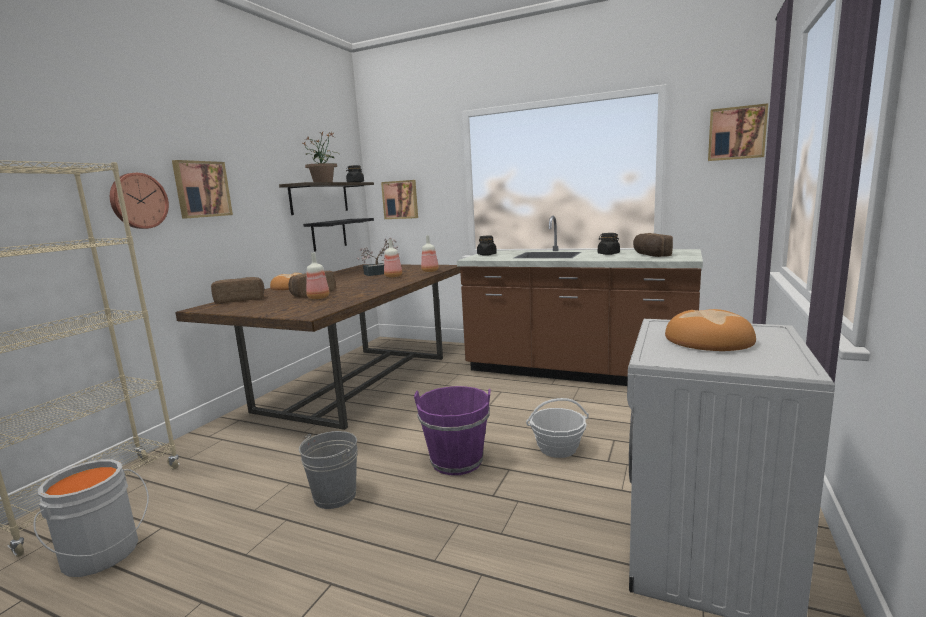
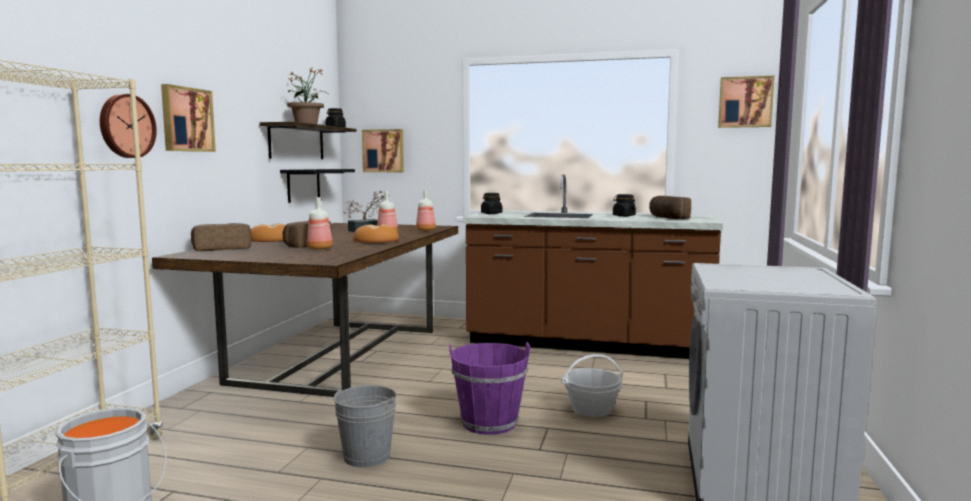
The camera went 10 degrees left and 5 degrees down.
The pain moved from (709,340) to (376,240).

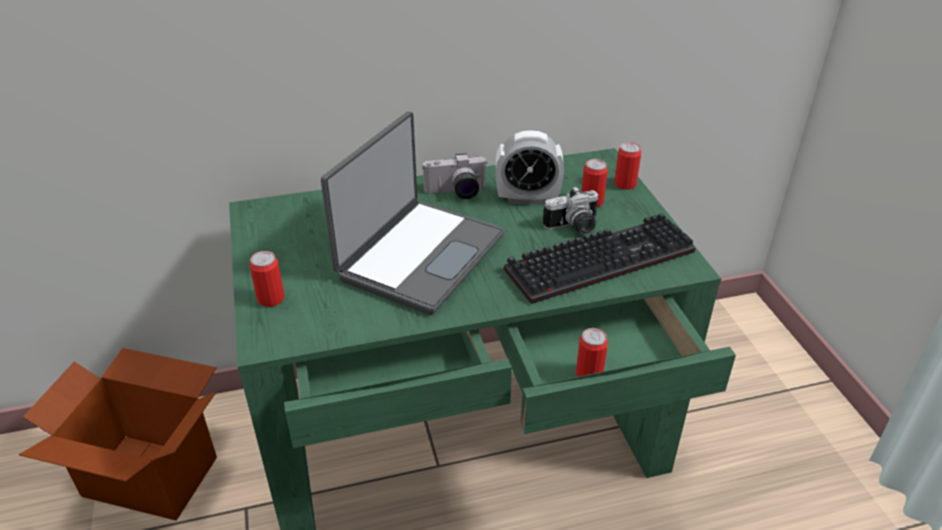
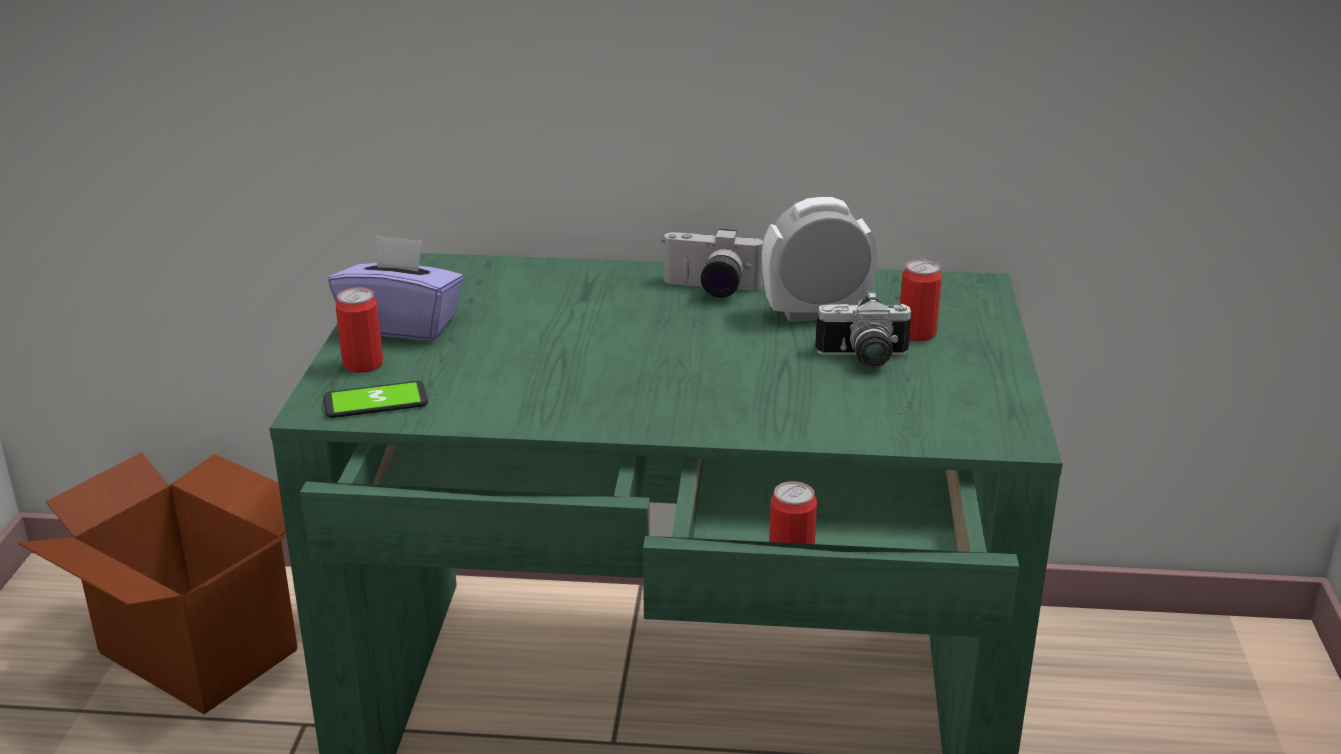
The camera went 20 degrees right and 10 degrees down.
The ordinateur portable at (419,255) disappeared.
The clavier at (601,258) disappeared.
The boîte métallique at (625,184) disappeared.
The téléphone at (376,402) appeared.
The boîte à mouchoirs/violet at (402,325) appeared.
The réveil at (527,198) turned 150 degrees clockwise.

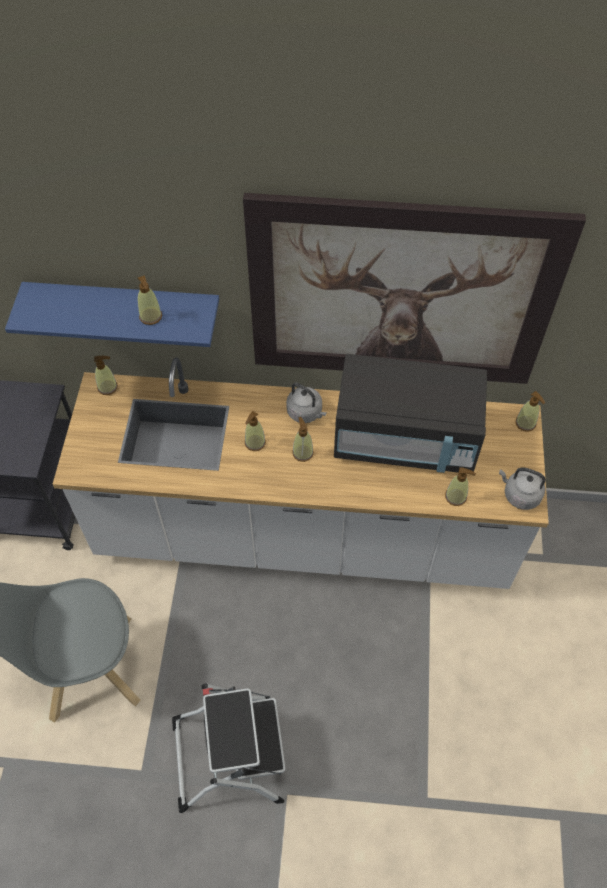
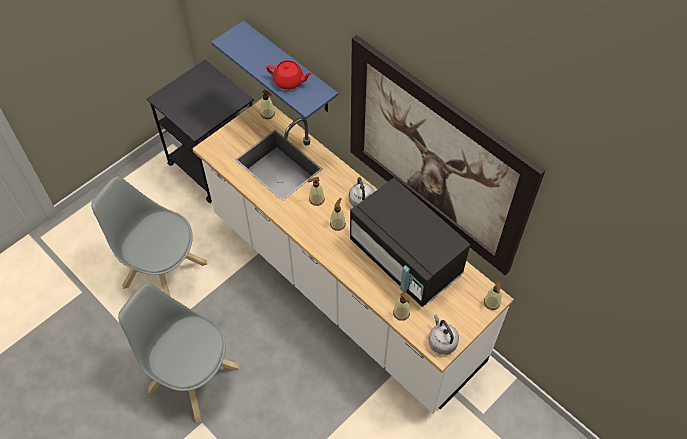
The camera went 40 degrees right and 0 degrees up.
The distributeur de savon at (150,316) was replaced by the théière/rouge at (289,81).
The escabeau at (229,755) was replaced by the chaise/gris at (191,377).

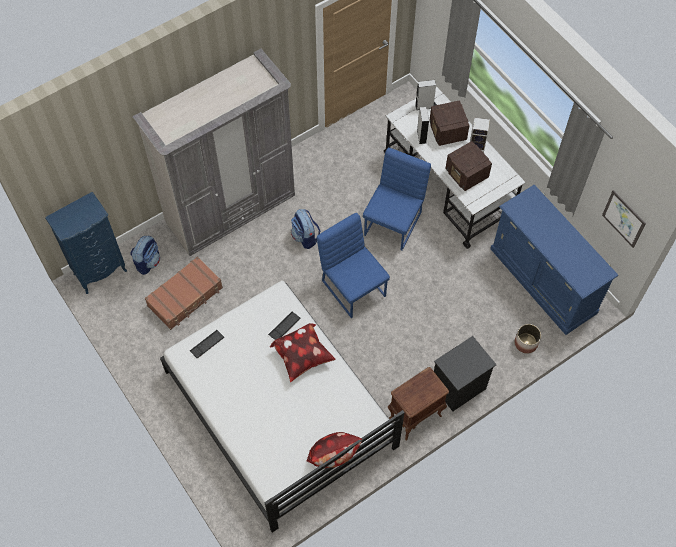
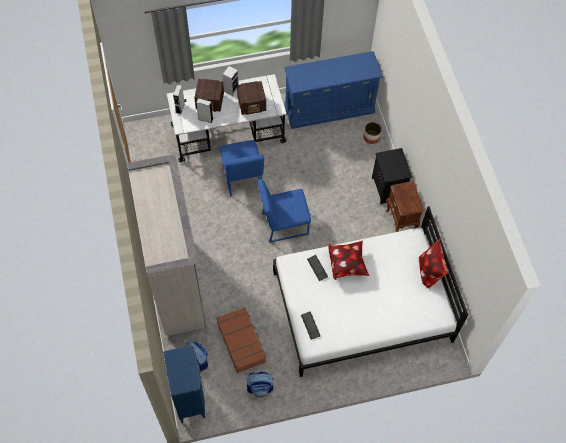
The camera went 70 degrees left and 0 degrees up.
The tableau at (623,218) disappeared.
The sac à dos moved from (305,237) to (260,387).
The chaise/bleu at (394,222) turned 150 degrees counterclockwise.

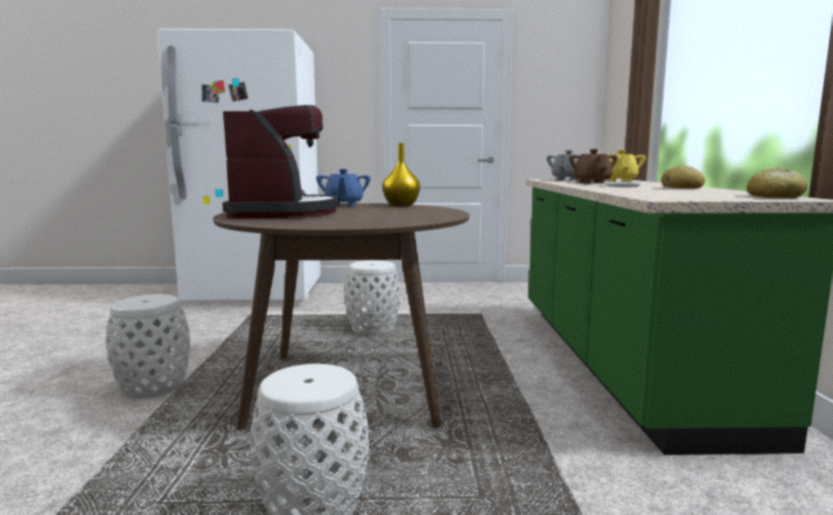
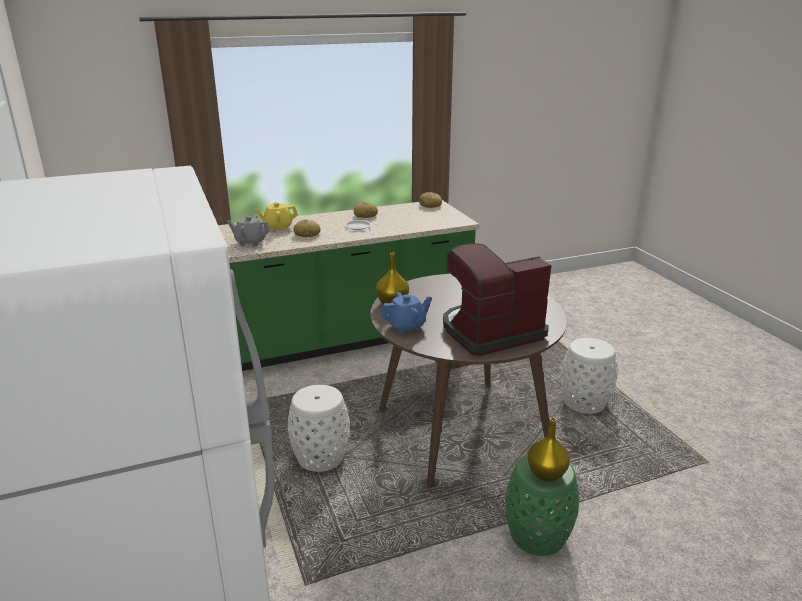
The camera went 110 degrees left and 15 degrees up.
The vase/jaune at (546,473) appeared.
The théière/marron at (592,183) was replaced by the pain at (307,234).
The tabouret/blanc at (153,386) became the tabouret/vert at (537,536).

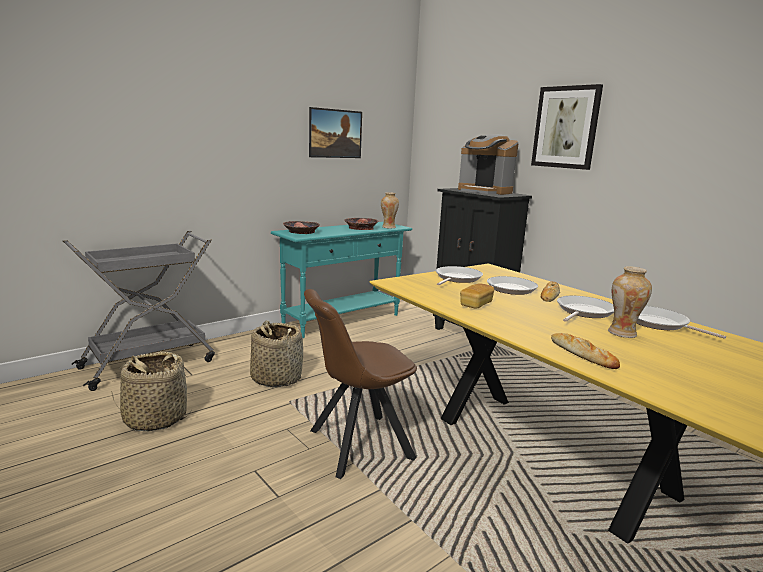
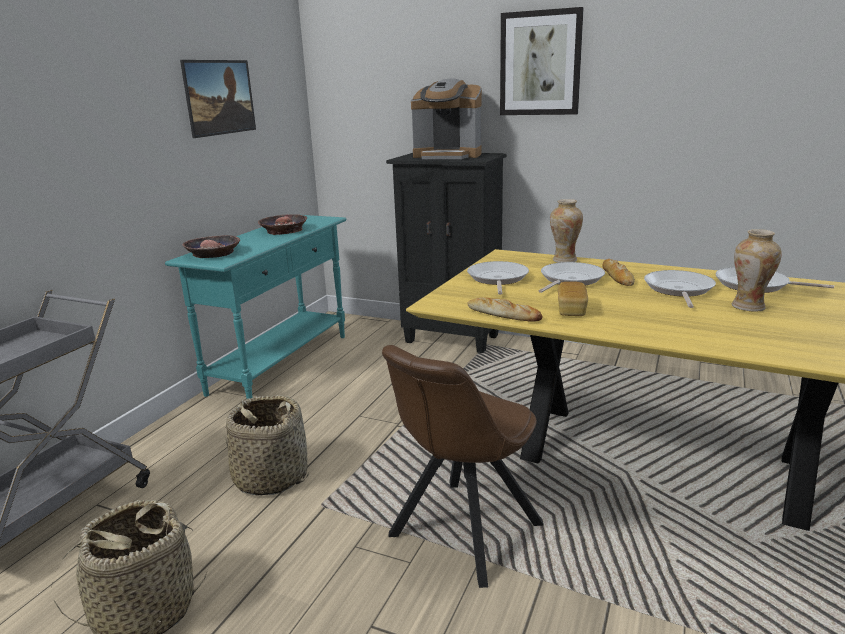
The camera went 25 degrees left and 5 degrees up.
The vase moved from (388,227) to (564,260).
The pain moved from (582,354) to (503,314).

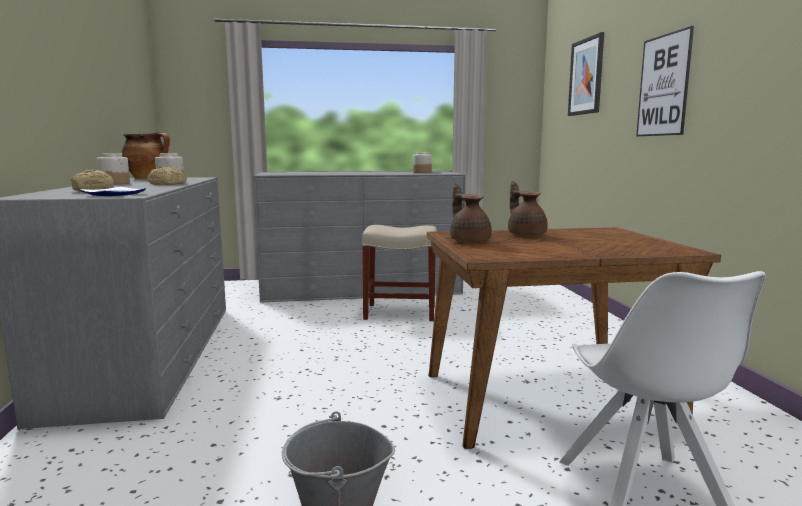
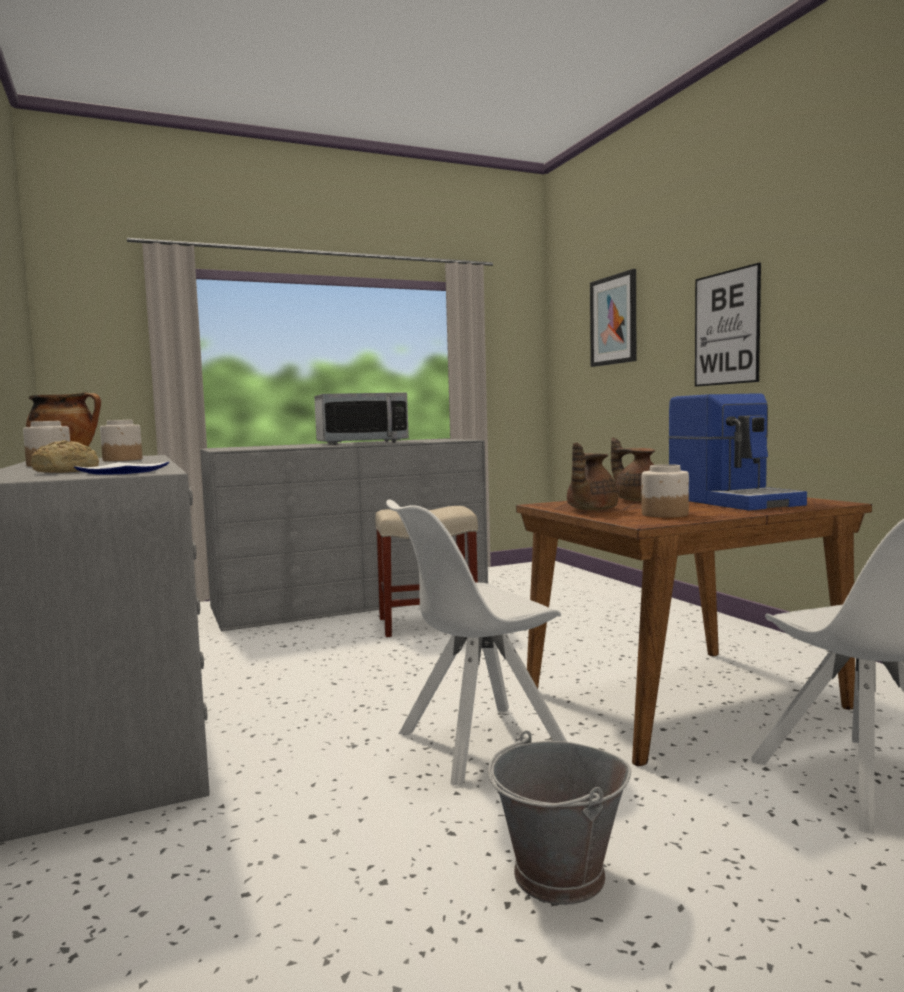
The camera went 15 degrees left and 5 degrees down.
The pain at (167,184) disappeared.
The micro-ondes at (362,443) appeared.
The chaise/blanc at (479,743) appeared.
The machine à café at (733,501) appeared.
The bocal moved from (422,172) to (664,514).
The théière/marron at (469,241) turned 105 degrees counterclockwise.

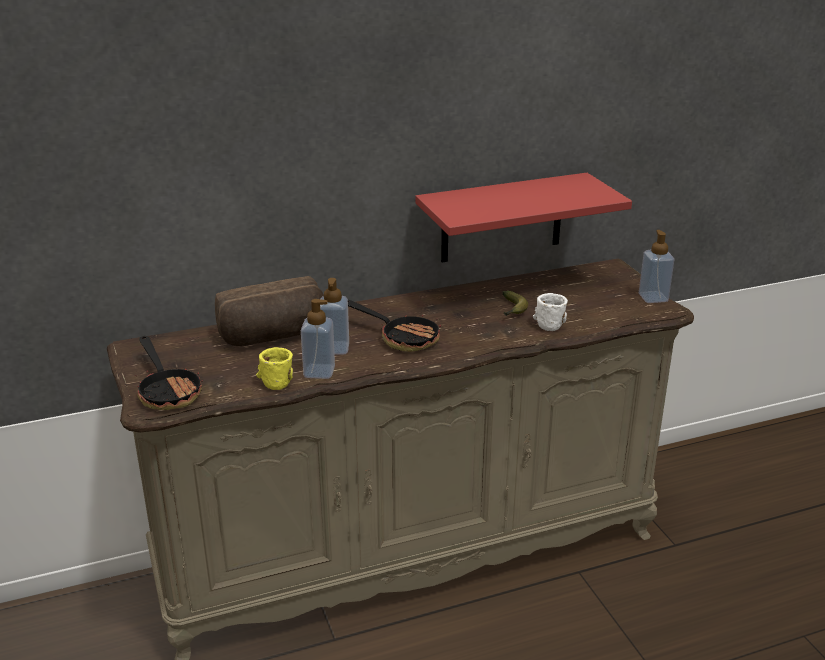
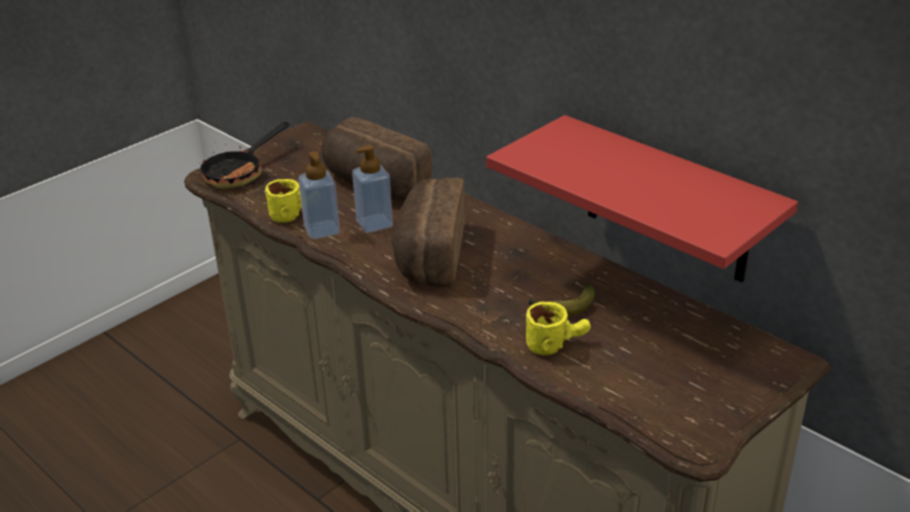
The camera went 65 degrees right and 5 degrees up.
The distributeur de savon at (653,298) disappeared.
The poêle at (402,338) was replaced by the pain at (428,254).
The mug/blanc at (549,322) became the mug/jaune at (556,343).

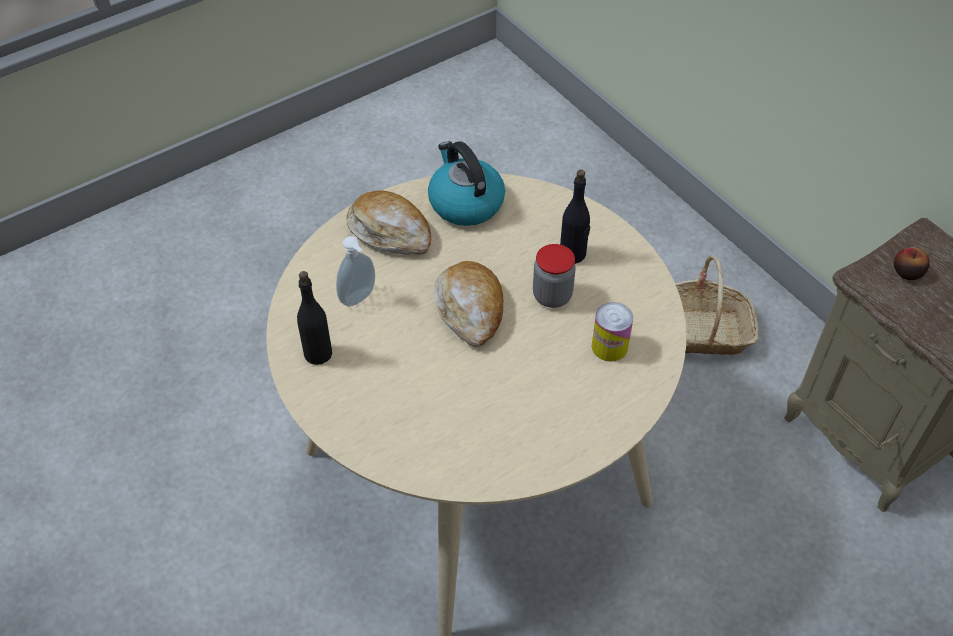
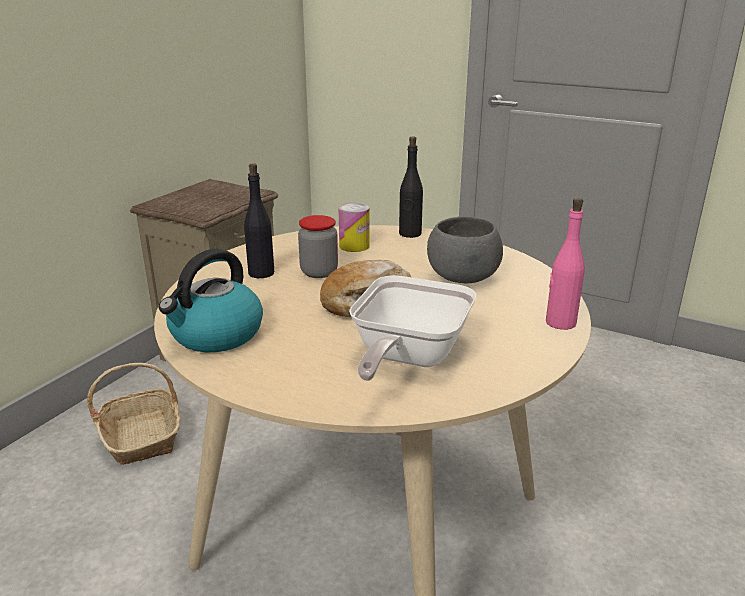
The camera went 115 degrees left and 25 degrees down.
The pain at (390,232) disappeared.
The pomme at (907,272) disappeared.
The bol/gris at (462,278) appeared.
The bouteille/rose at (560,323) appeared.
The bouteille/noir moved from (317,353) to (410,234).
The distributeur de savon at (359,299) was replaced by the poêle at (406,358).

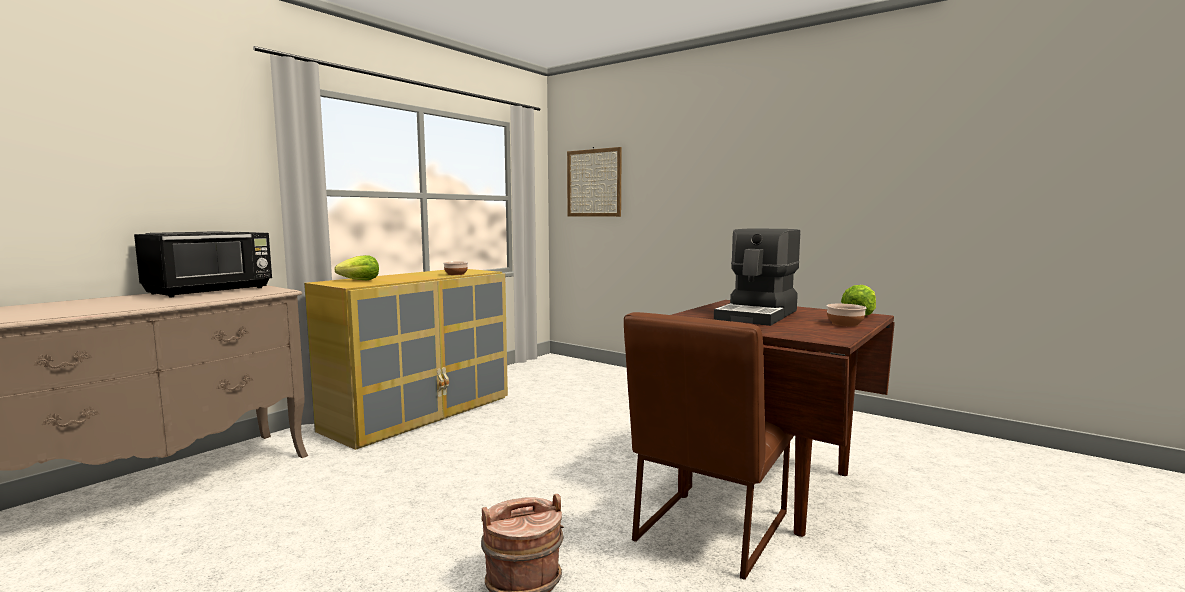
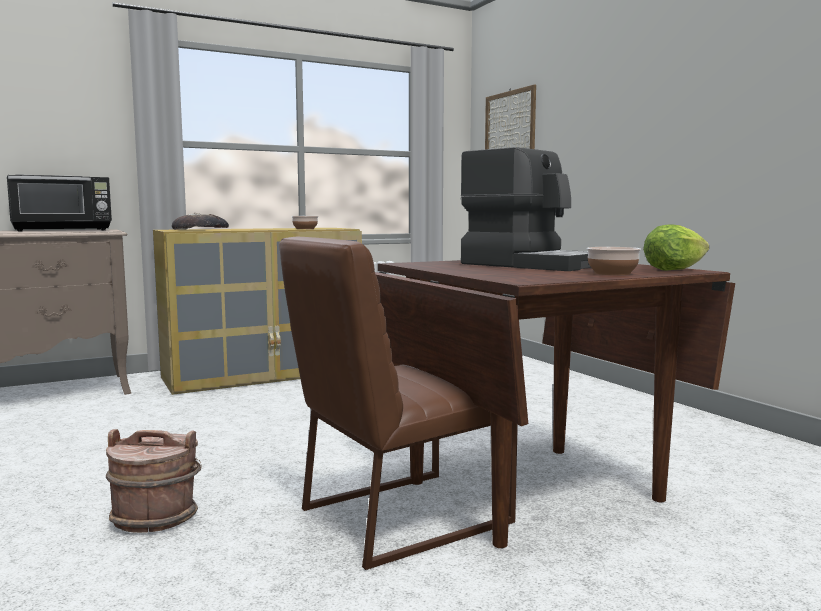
The camera went 25 degrees right and 0 degrees up.
The laitue at (360,280) was replaced by the pain at (201,229).
The machine à café at (758,315) turned 105 degrees counterclockwise.

